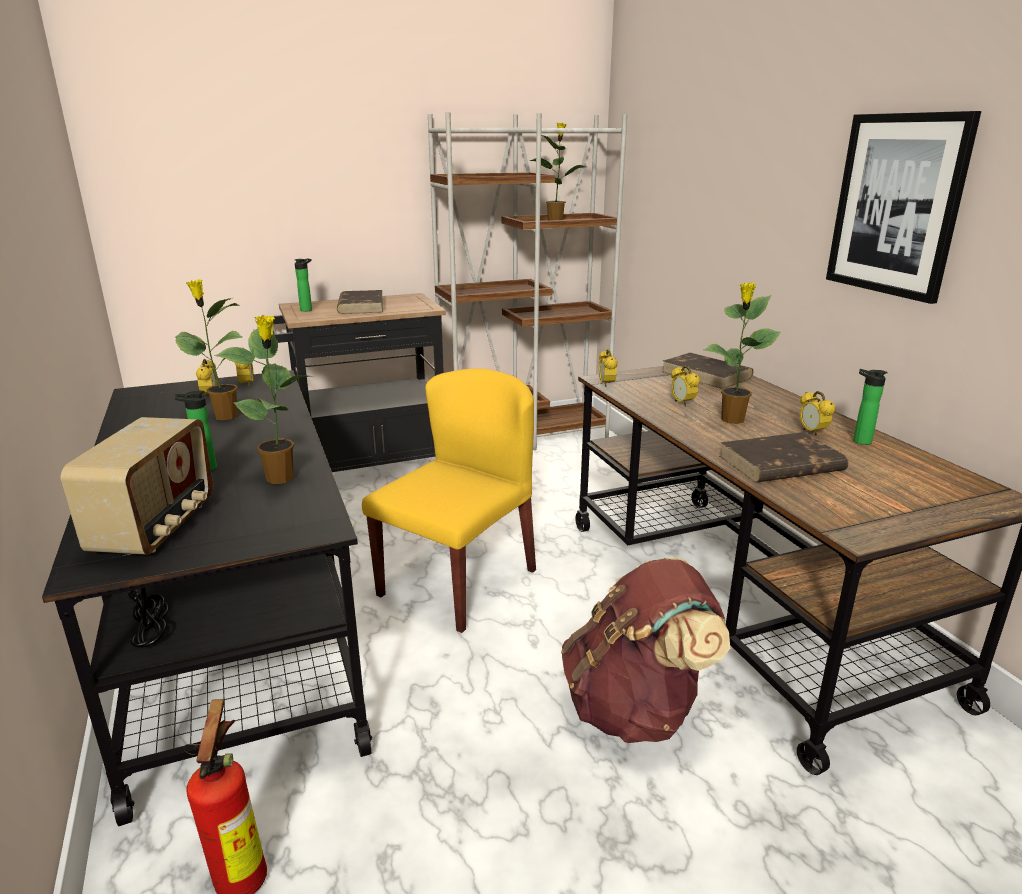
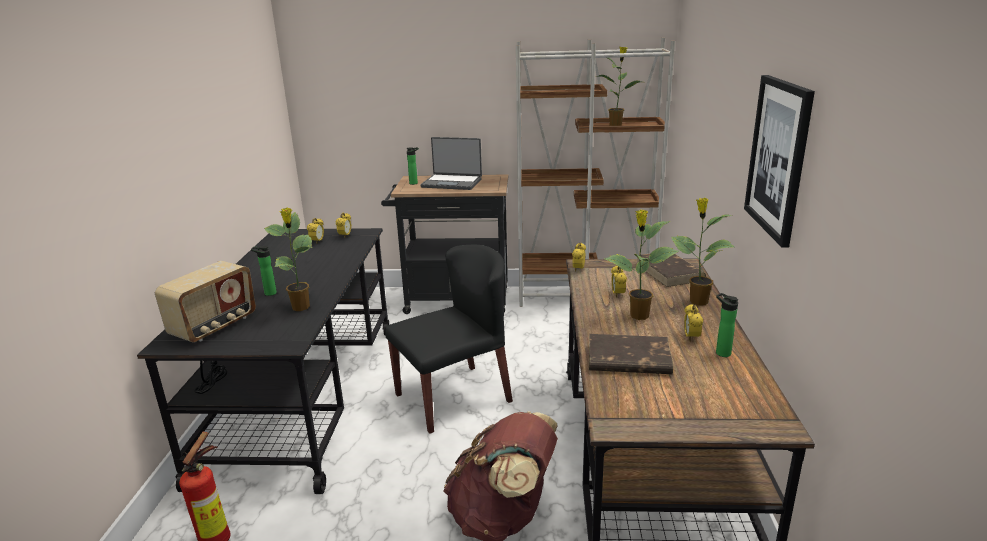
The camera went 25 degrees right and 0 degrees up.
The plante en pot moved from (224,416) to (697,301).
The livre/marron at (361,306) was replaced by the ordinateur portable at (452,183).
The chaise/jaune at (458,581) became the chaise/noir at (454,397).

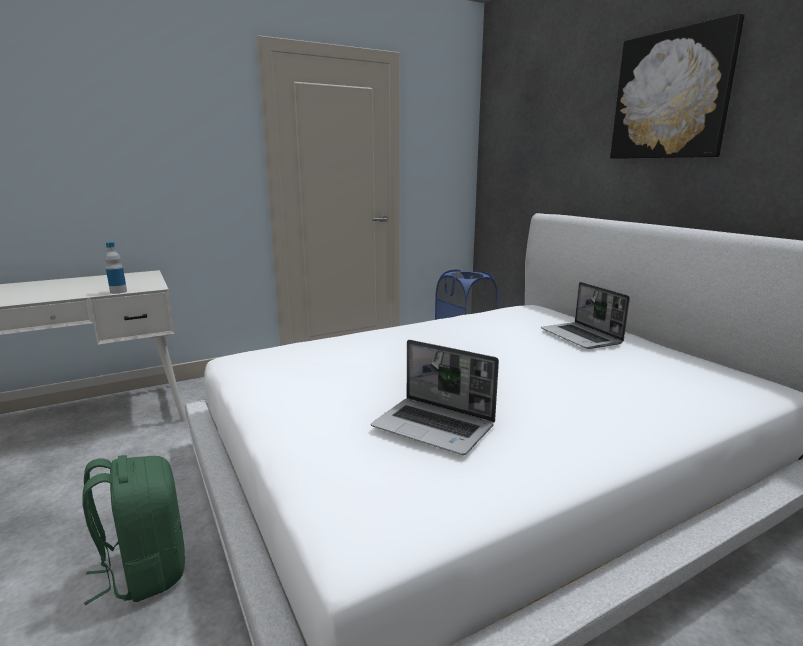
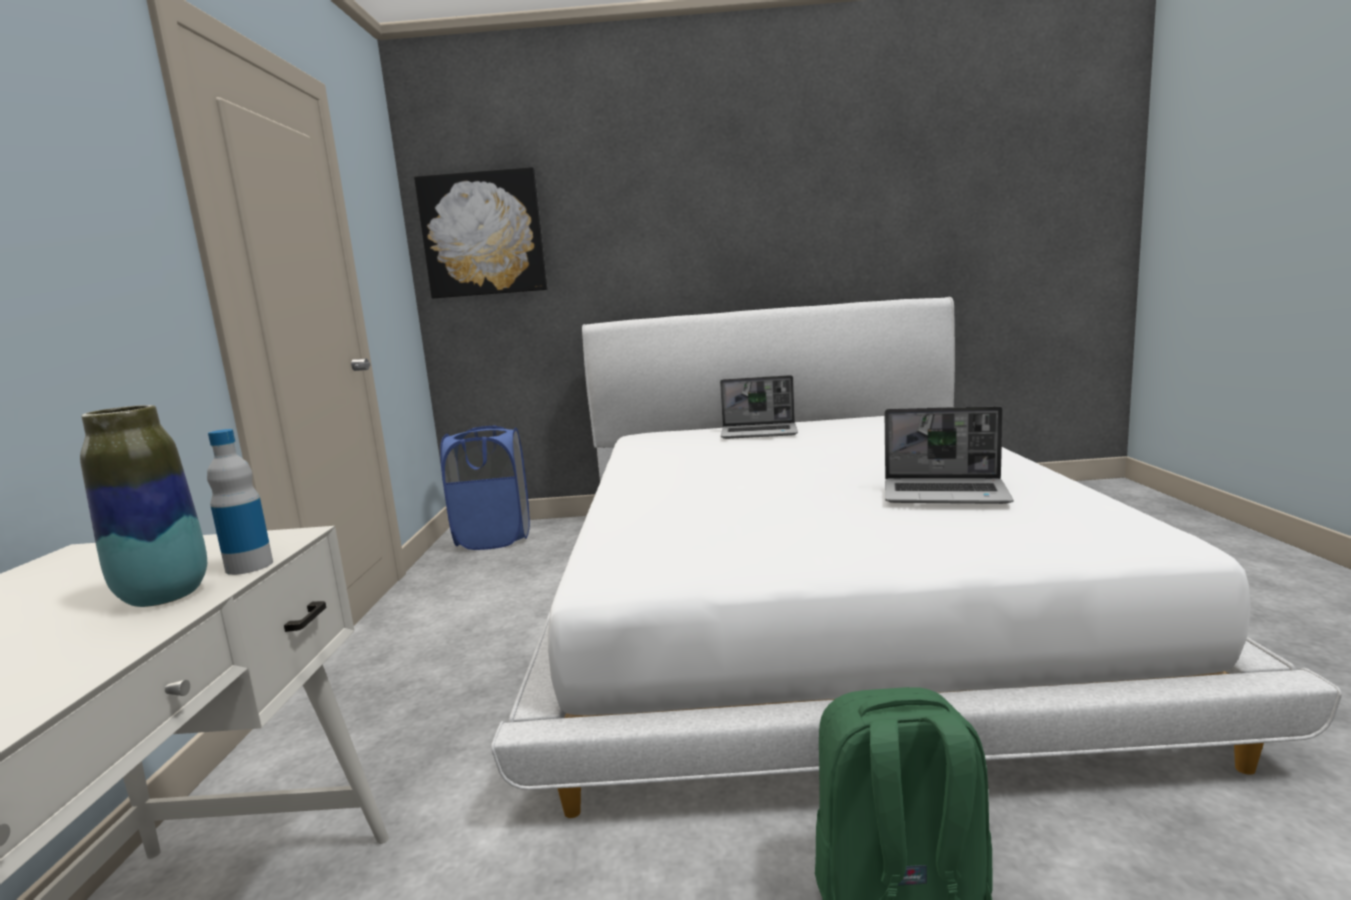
The camera went 60 degrees left and 5 degrees down.
The vase at (164,596) appeared.
The tableau moved from (671,95) to (483,234).
The ordinateur portable at (435,427) turned 45 degrees clockwise.

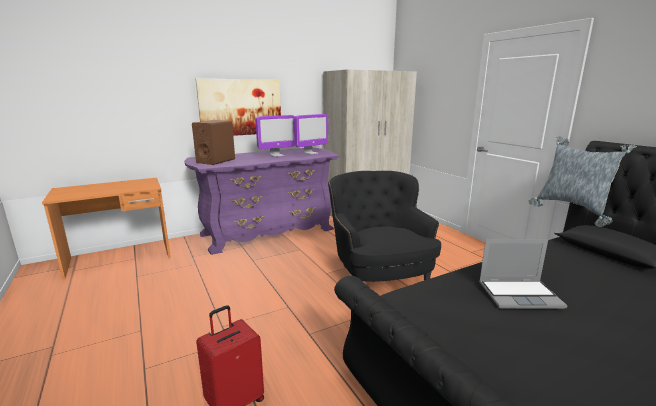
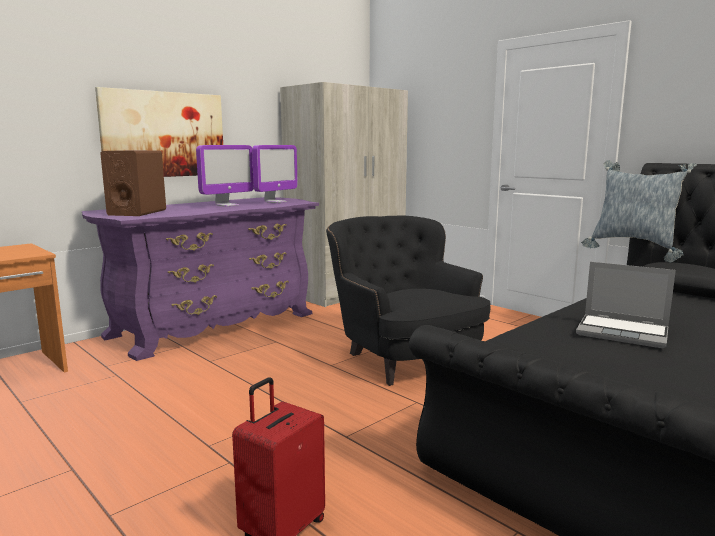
The camera went 15 degrees left and 5 degrees down.
The ordinateur portable at (520,295) turned 45 degrees clockwise.

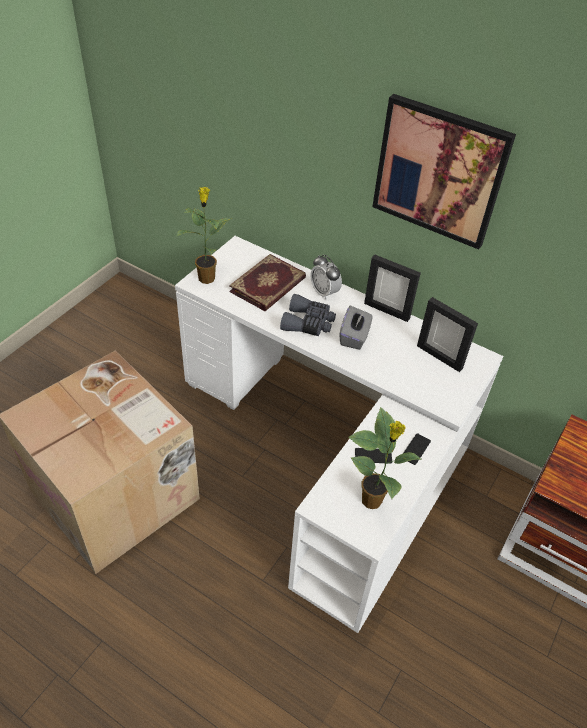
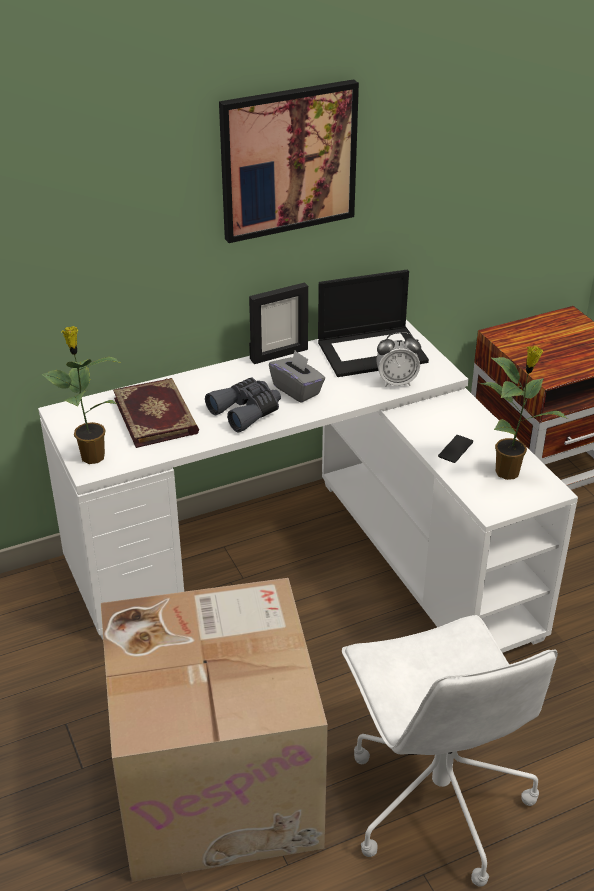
The camera went 55 degrees left and 10 degrees down.
The téléphone at (415,449) disappeared.
The chaise de bureau/blanc at (434,796) appeared.
The réveil moved from (324,292) to (396,382).
The cadre photo at (440,356) was replaced by the ordinateur portable at (372,351).

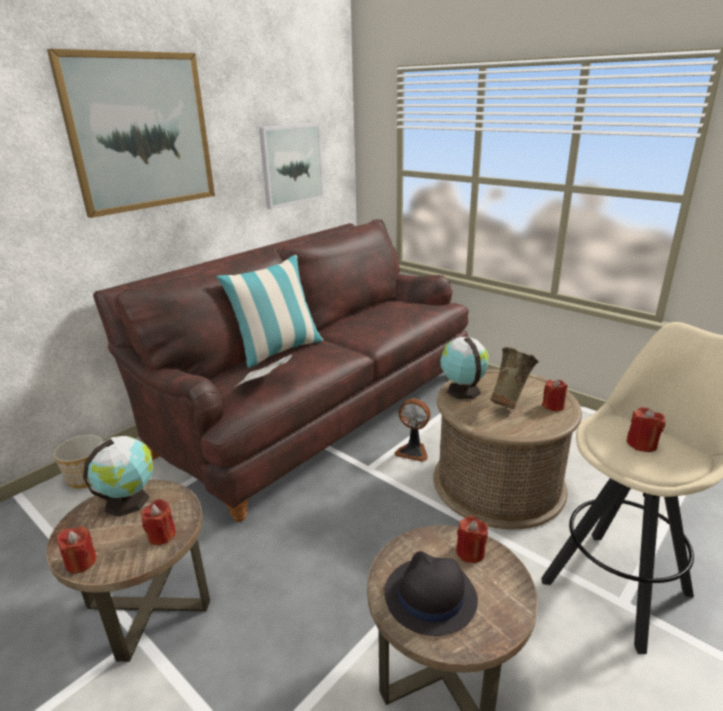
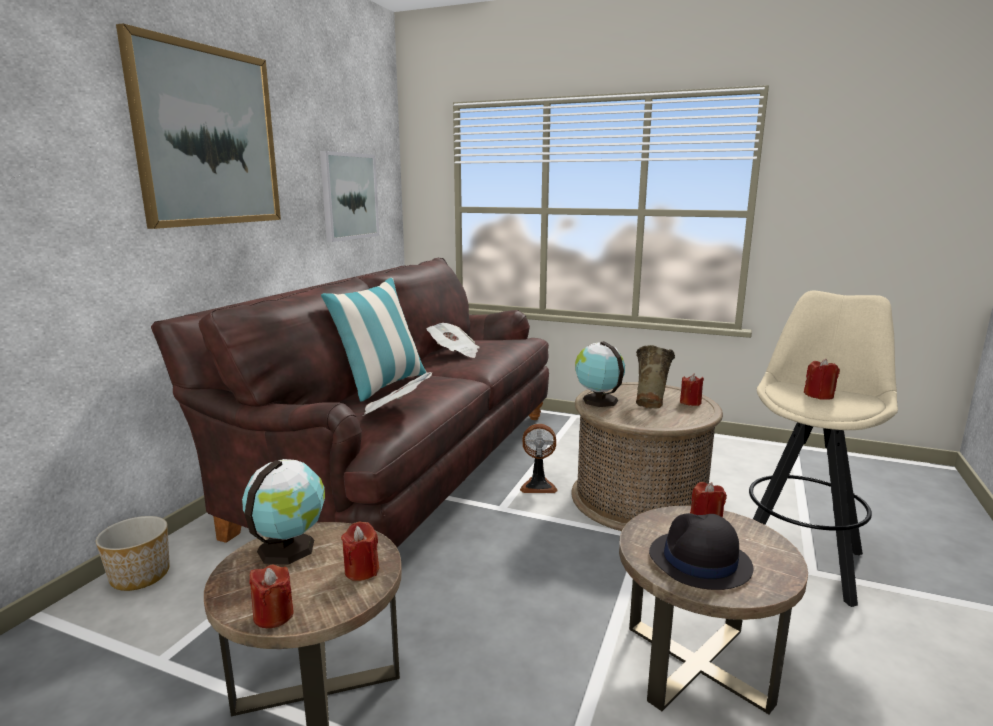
The camera went 20 degrees left and 10 degrees down.
The journal at (454,353) appeared.

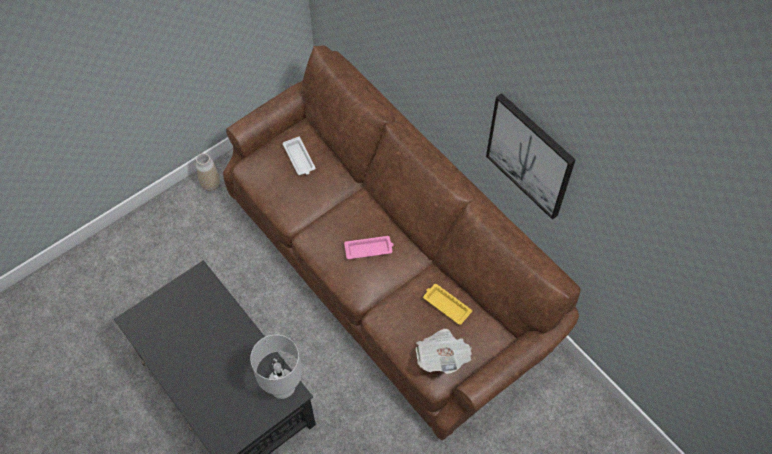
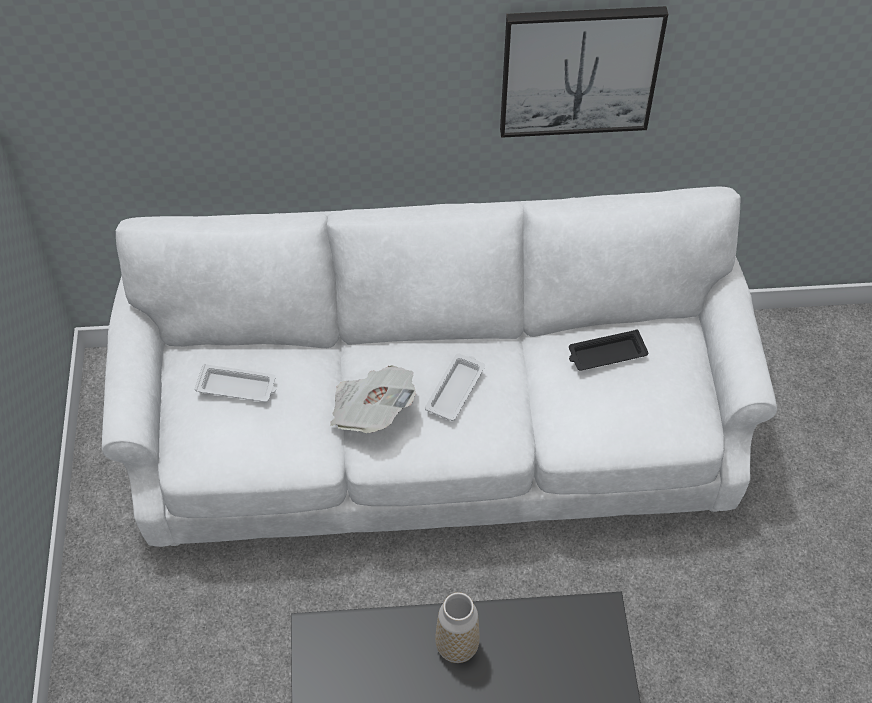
The camera went 55 degrees left and 5 degrees down.
The lampe de table/gris at (283,386) disappeared.
The vase moved from (210,184) to (457,646).
The journal moved from (442,356) to (371,411).
The canapé/marron at (386,271) became the canapé/blanc at (436,433).
The plateau/rose at (369,249) became the plateau/blanc at (456,389).
The plateau/jaune at (446,305) became the plateau/noir at (605,354).

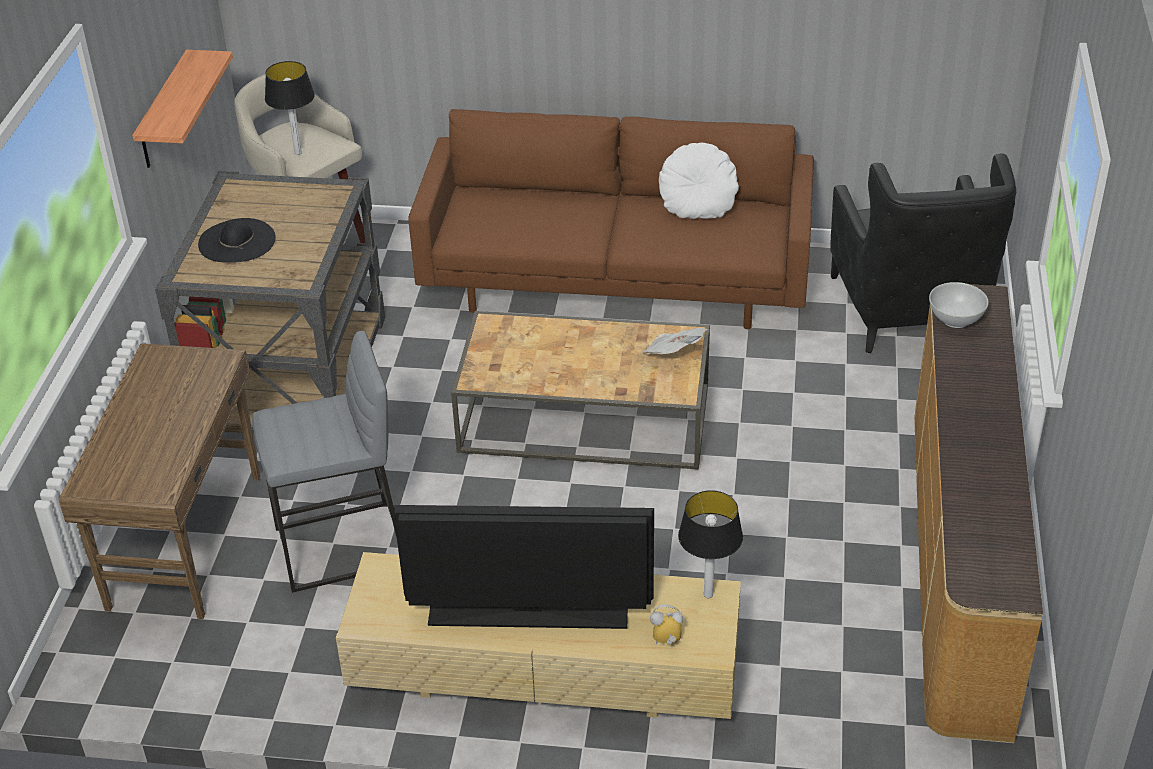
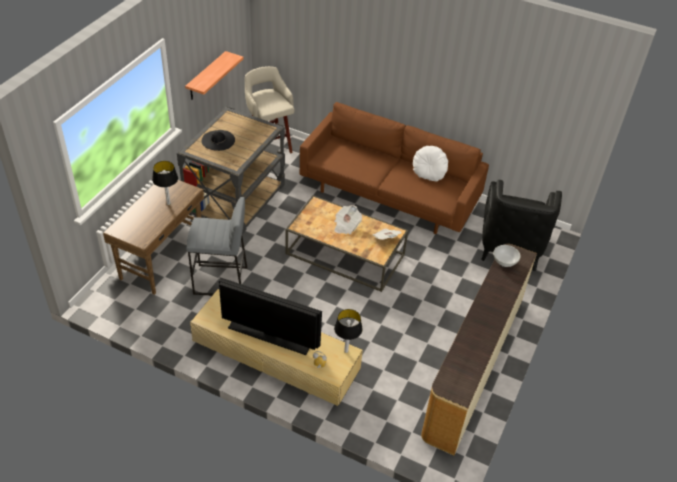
The camera went 15 degrees right and 5 degrees up.
The journal at (346,226) appeared.
The lampe de table moved from (298,152) to (169,203).

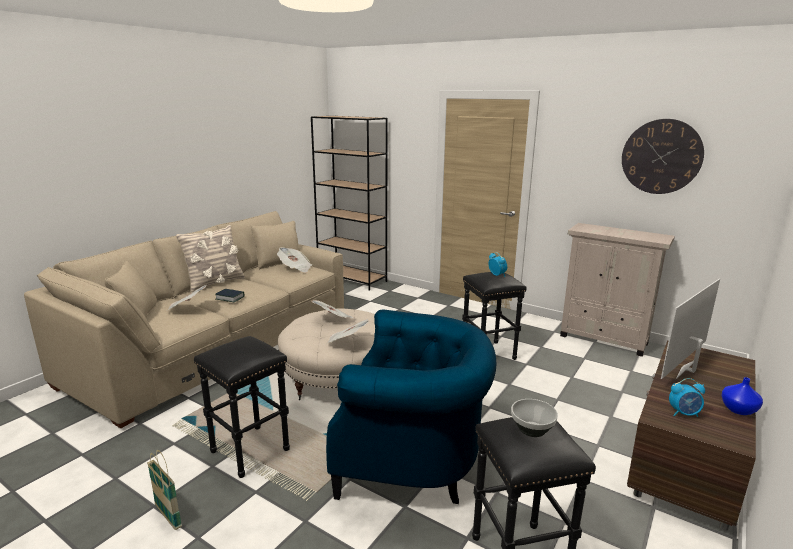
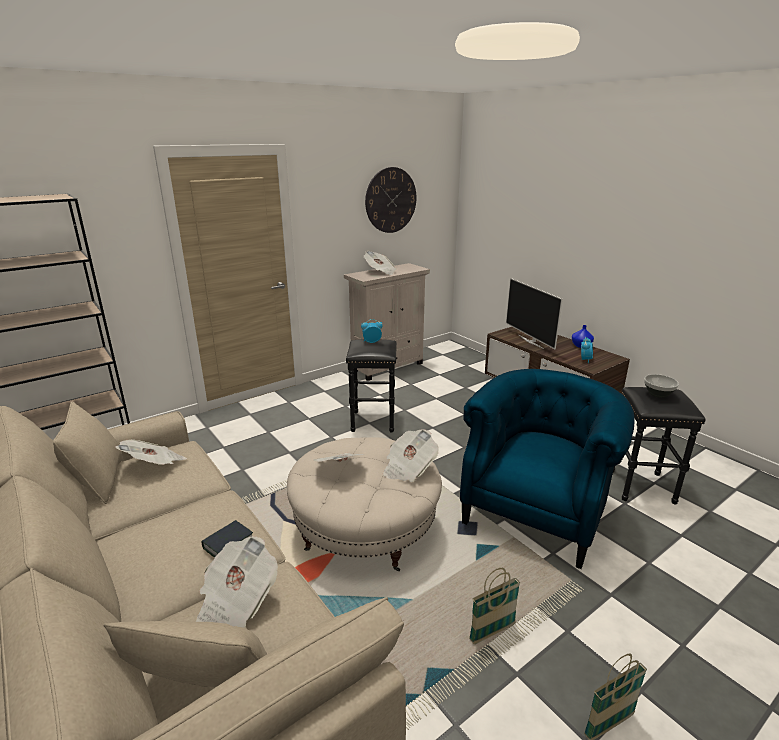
The camera went 70 degrees left and 5 degrees up.
The coussin/beige at (215,283) disappeared.
The journal at (380,272) appeared.
The tabouret/noir at (248,450) was replaced by the panier at (492,632).

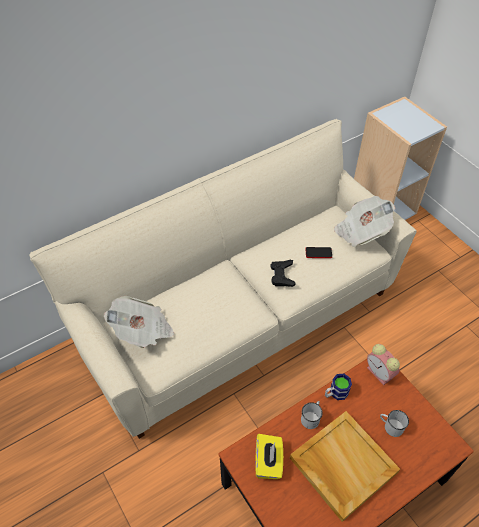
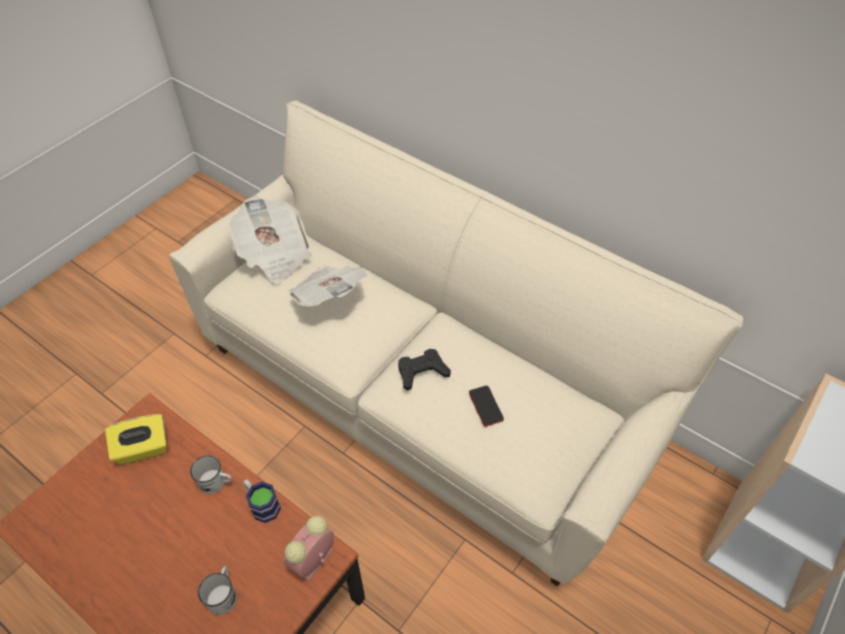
The camera went 70 degrees right and 0 degrees up.
The plateau/beige at (342,465) disappeared.
The journal moved from (361,231) to (329,297).

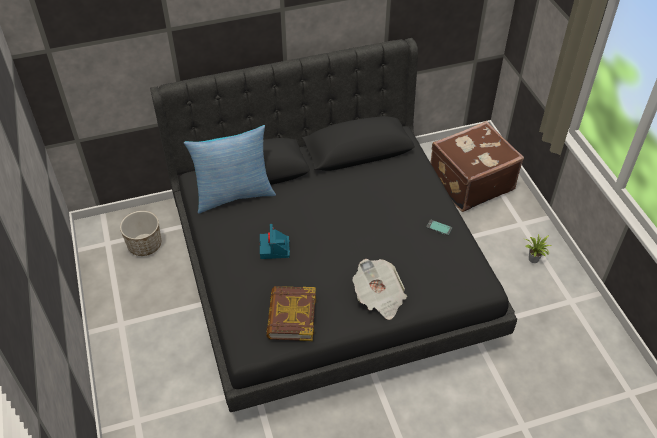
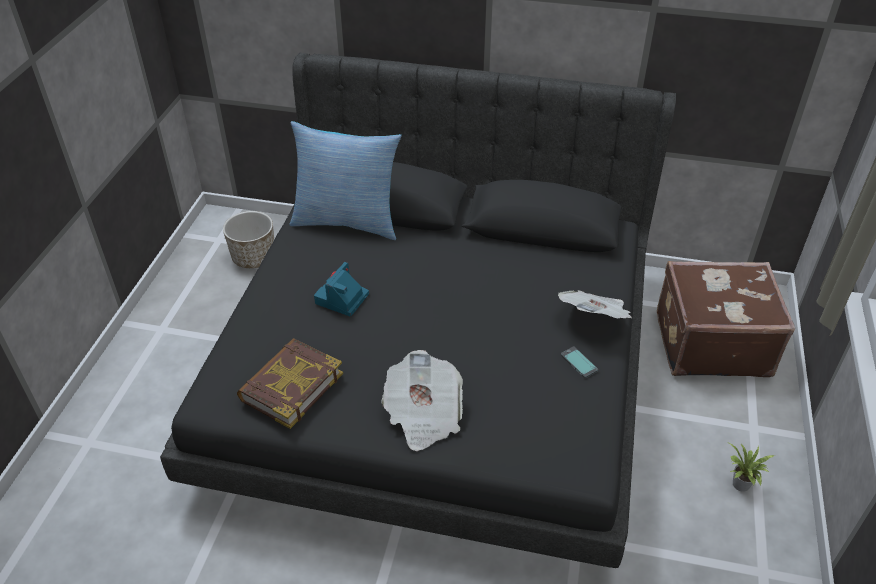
The camera went 30 degrees right and 5 degrees down.
The journal at (595,318) appeared.

